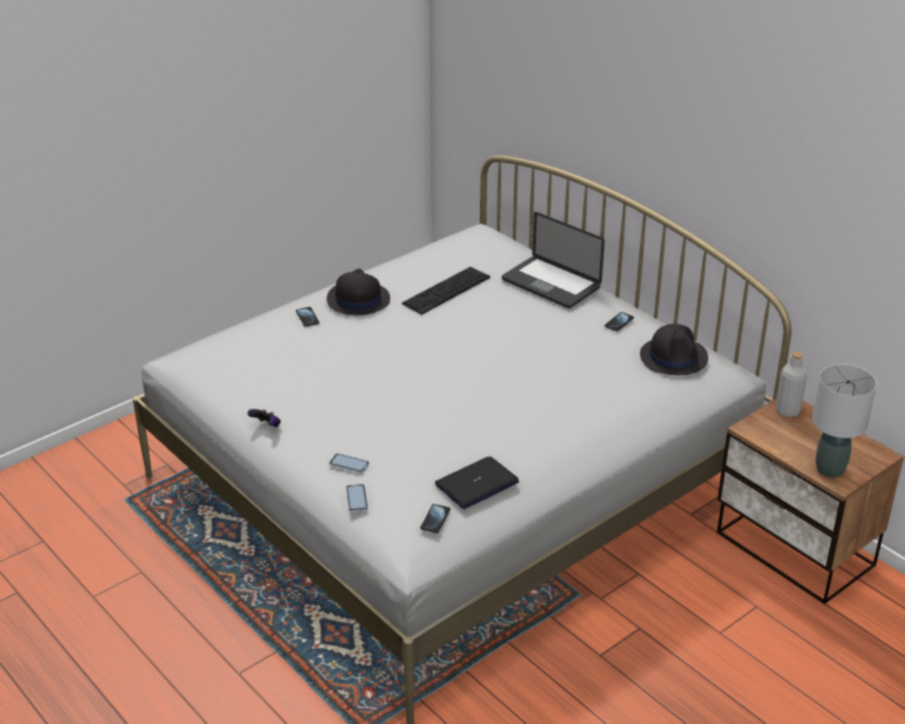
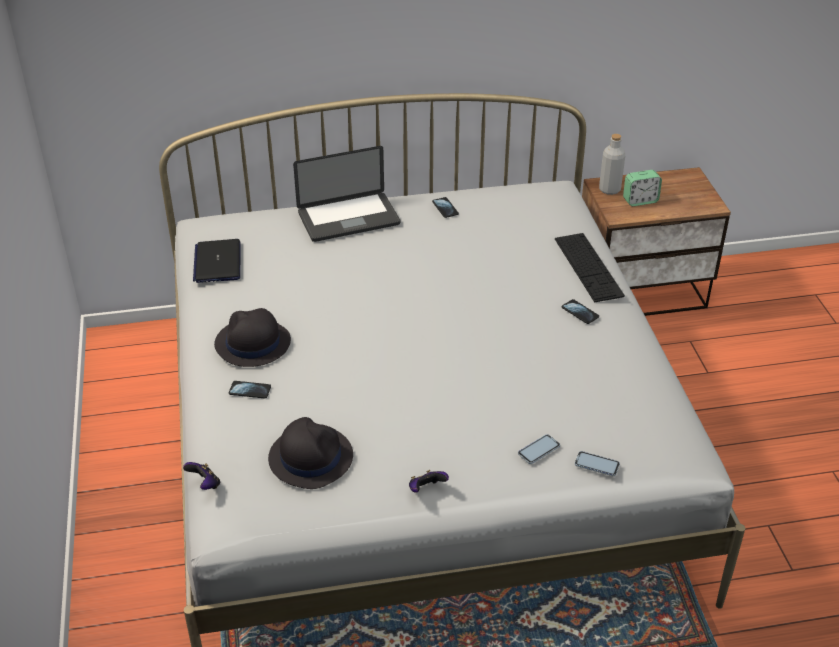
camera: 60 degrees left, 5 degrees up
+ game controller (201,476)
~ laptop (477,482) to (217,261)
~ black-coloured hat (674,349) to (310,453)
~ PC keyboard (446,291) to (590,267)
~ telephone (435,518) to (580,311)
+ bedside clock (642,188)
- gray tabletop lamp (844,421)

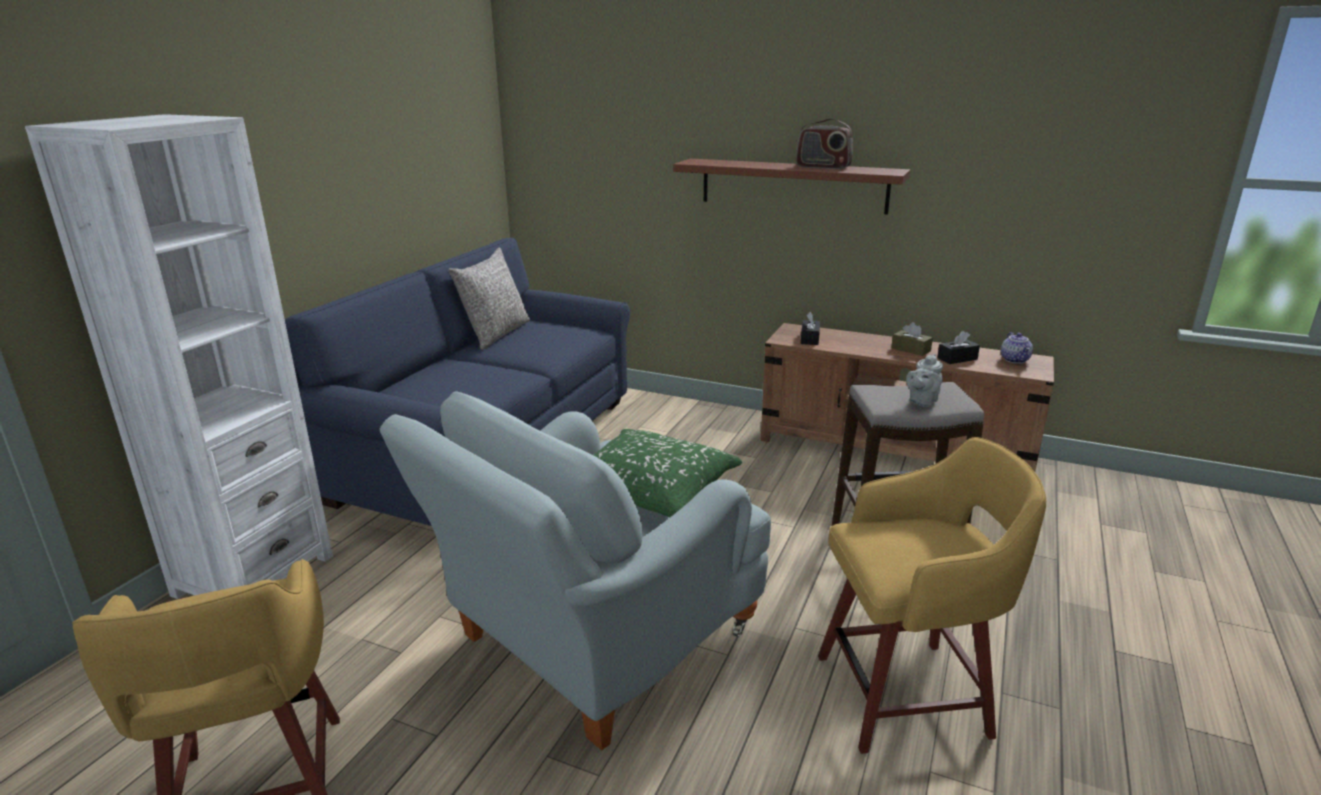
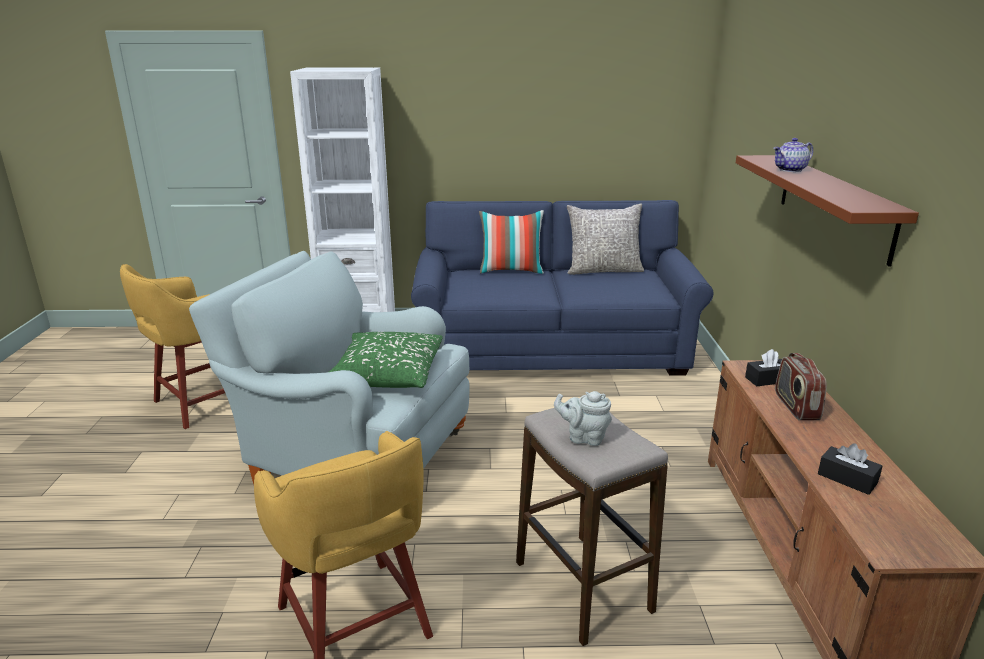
camera: 65 degrees right, 0 degrees up
+ cushion (511,242)
~ pot for tea (1017,348) to (793,155)
~ radio set (824,143) to (801,386)
- brown box of tissues (912,339)

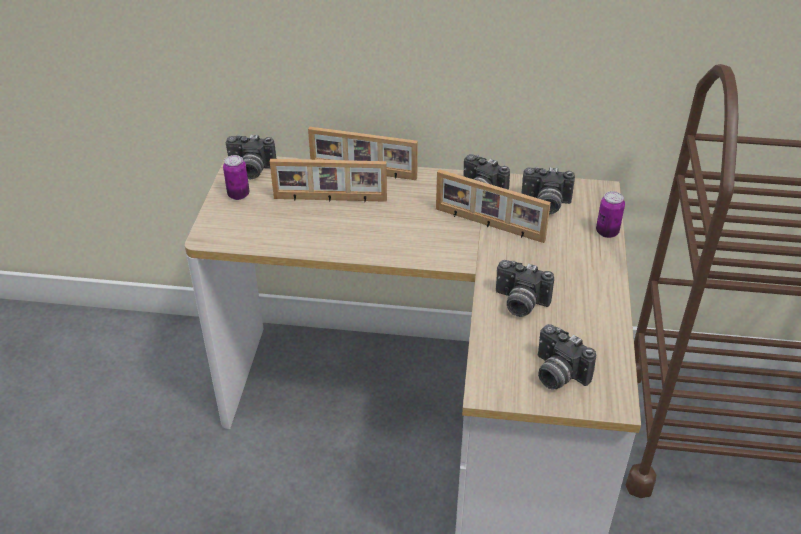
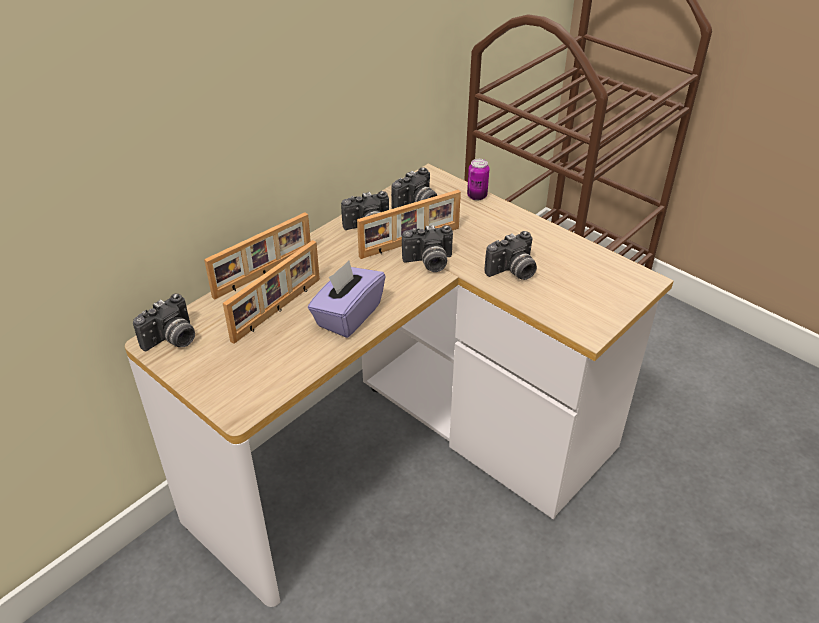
camera: 55 degrees left, 0 degrees up
+ purple box of tissues (346,299)
~ still camera (567,356) to (427,248)
- can (236,177)

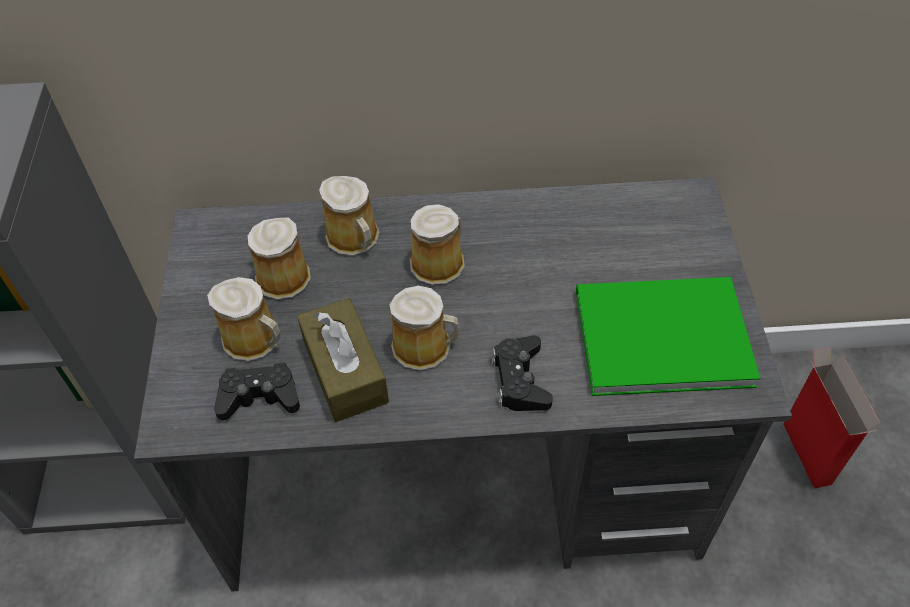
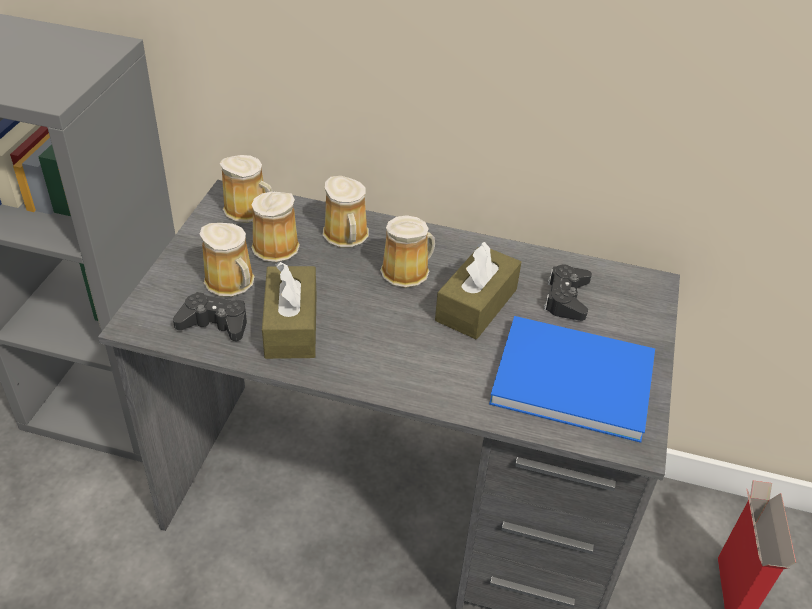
camera: 15 degrees right, 10 degrees down
~ coffee mug (425,328) to (246,189)
+ brown box of tissues (478,290)
~ green-coloured bound book (668,336) to blue-coloured bound book (572,379)
~ black-coloured game controller (522,373) to (568,293)

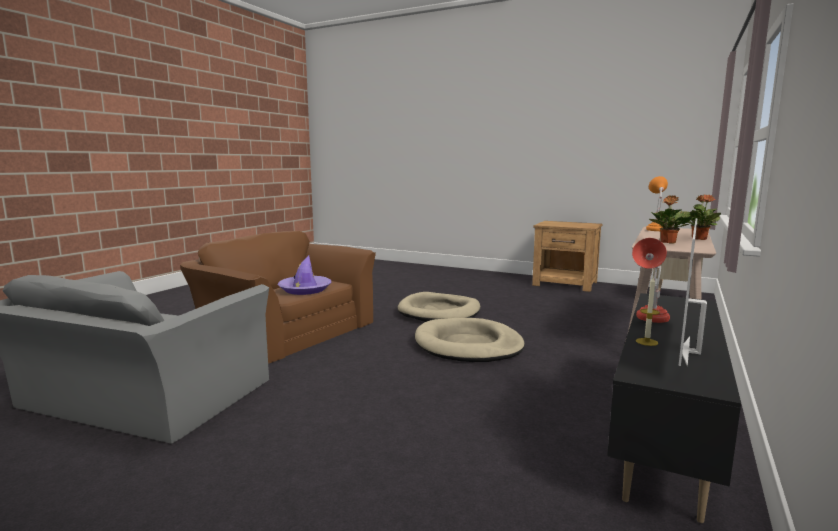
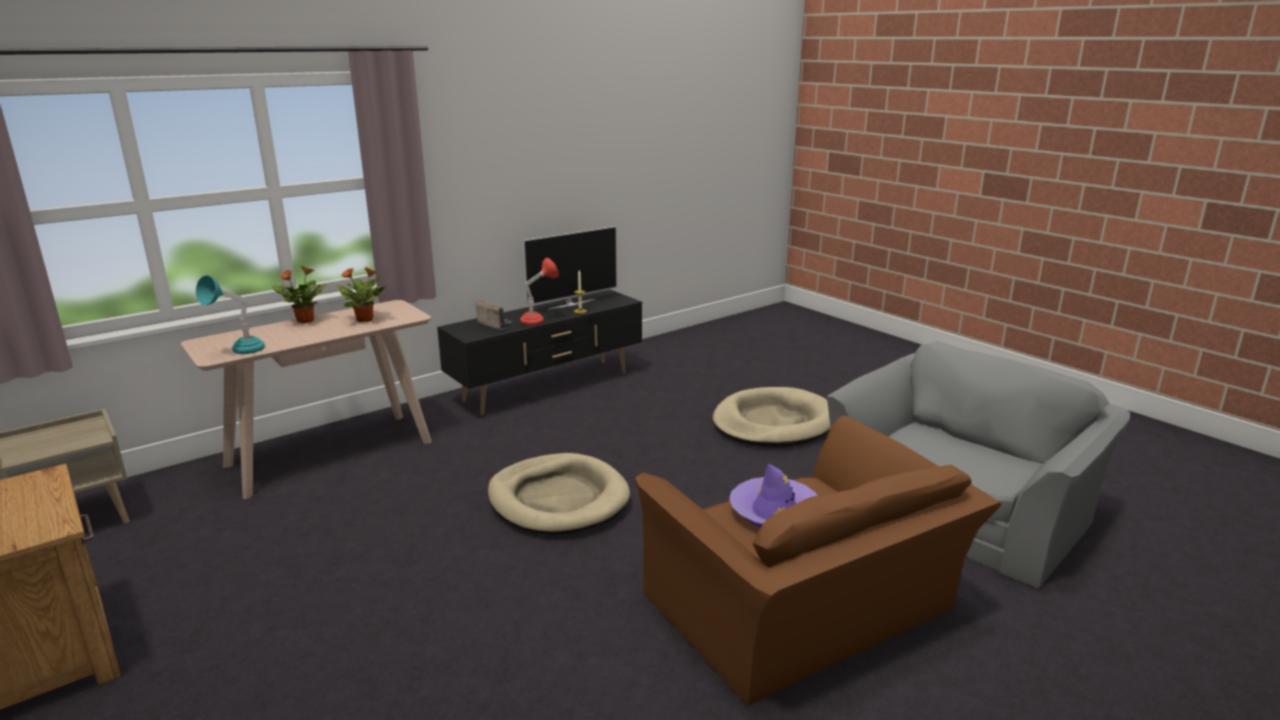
camera: 155 degrees left, 10 degrees up
~ orange-coloured tabletop lamp (657,203) to turquoise-coloured tabletop lamp (230,315)
+ radio set (493,315)
~ beige-coloured dog bed (439,307) to (771,417)

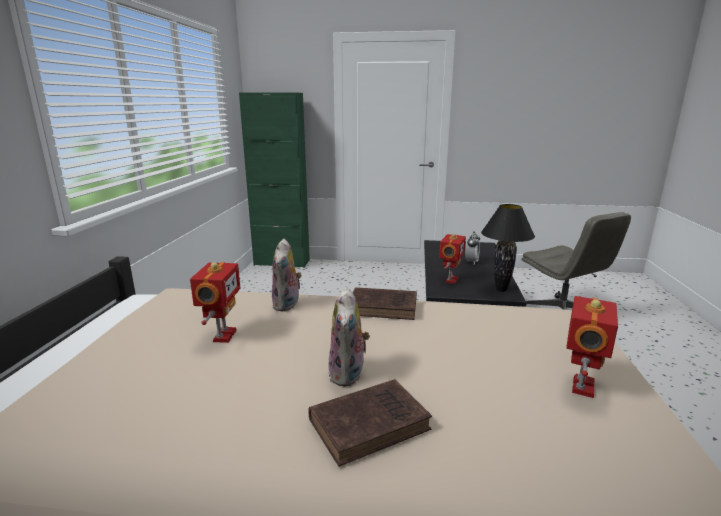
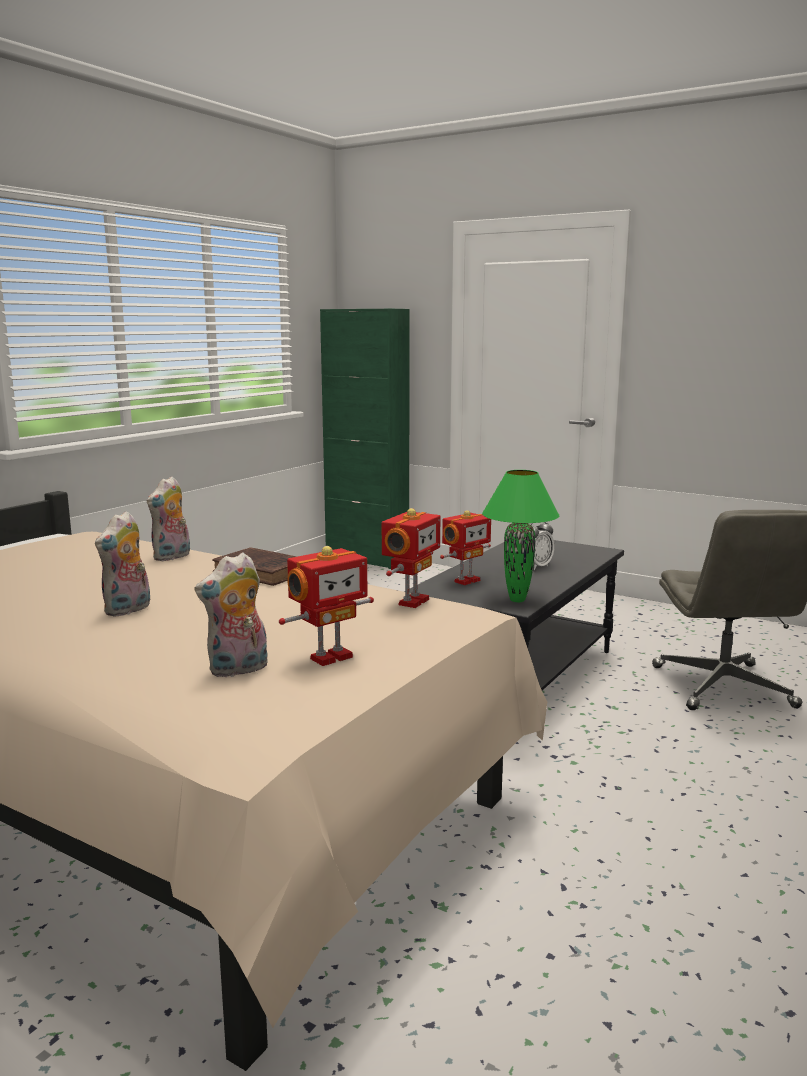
camera: 25 degrees right, 5 degrees down
+ soft toy (231,615)
~ model robot (215,302) to (411,558)
~ black-coloured tabletop lamp (508,248) to green-coloured tabletop lamp (520,536)
- brown bound book (370,422)

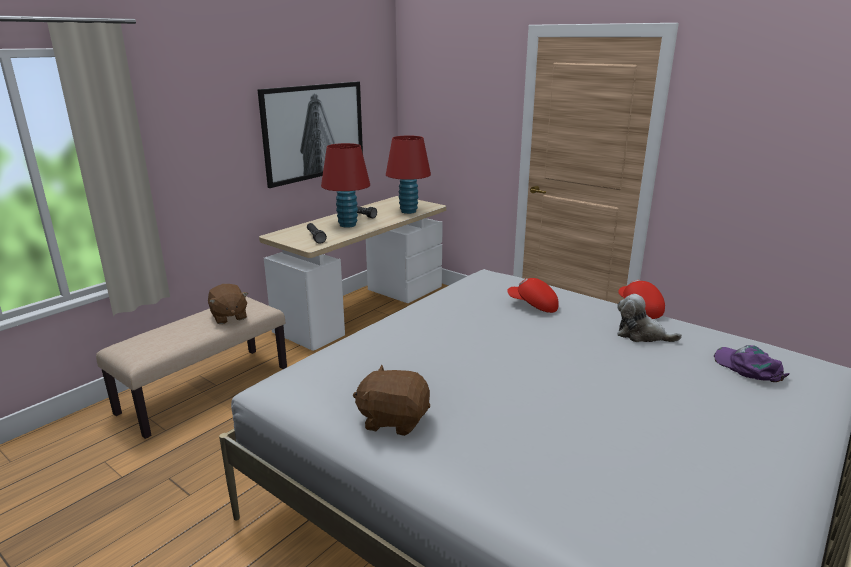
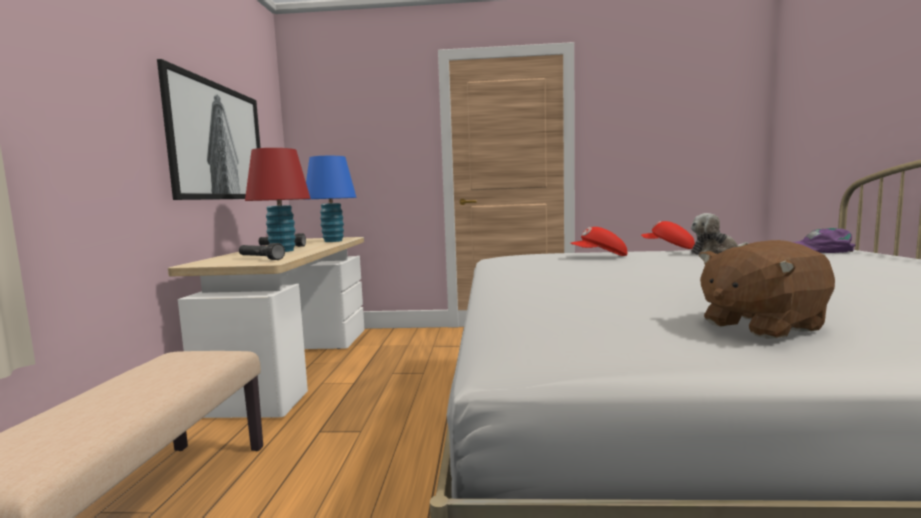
camera: 35 degrees left, 15 degrees down
~ red-coloured tabletop lamp (408,174) to blue-coloured tabletop lamp (330,199)
- brown soft toy (228,304)

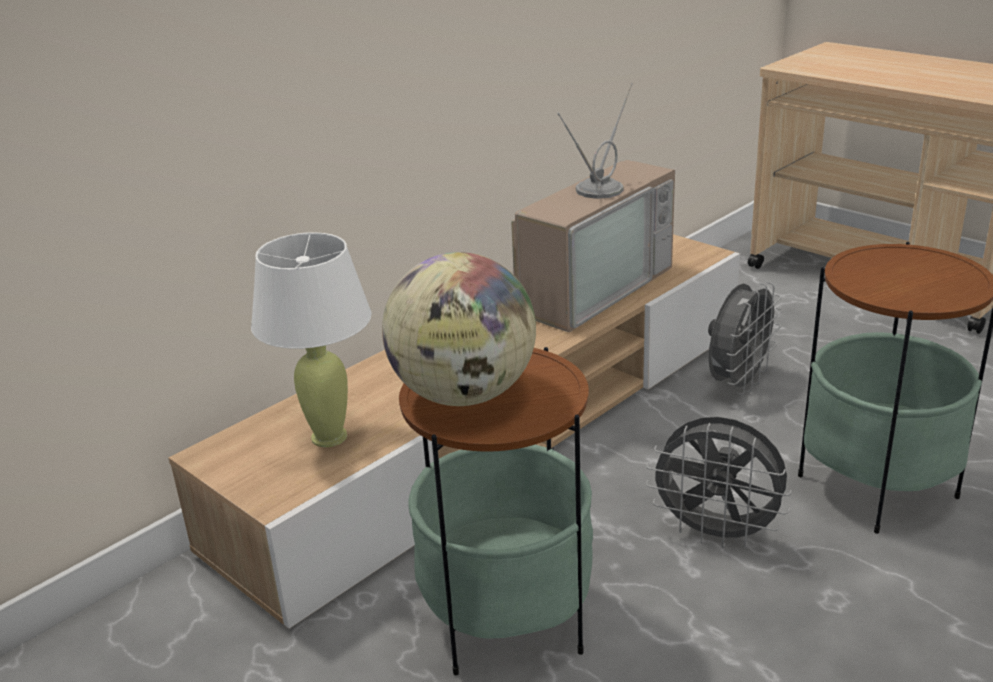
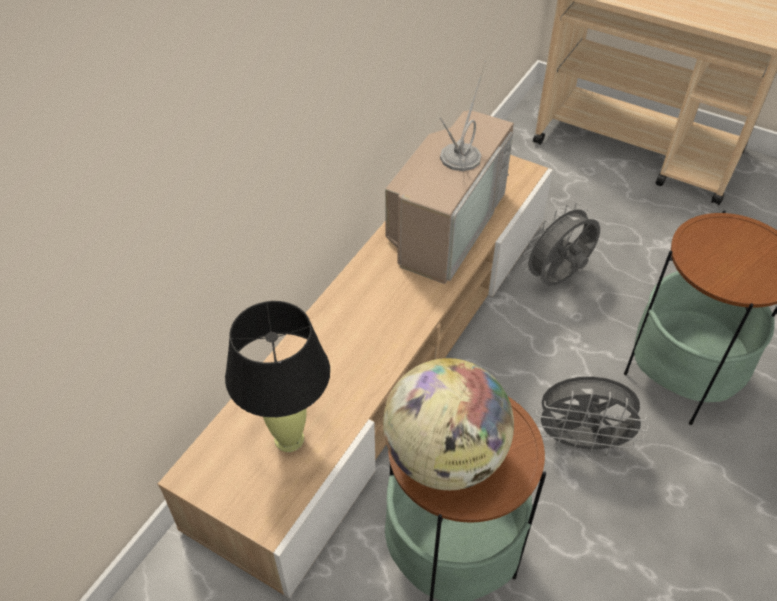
camera: 15 degrees left, 20 degrees up
~ whitish tabletop lamp (311,339) to black-coloured tabletop lamp (277,376)
~ gray electric fan (745,338) = (560,244) 150 degrees counterclockwise

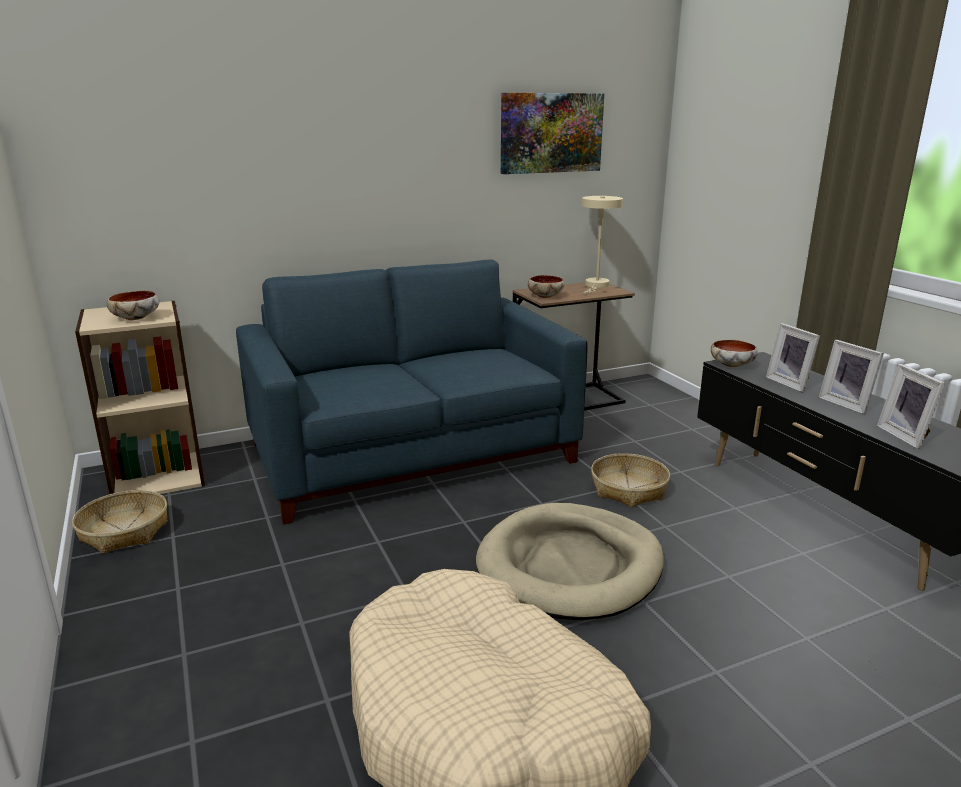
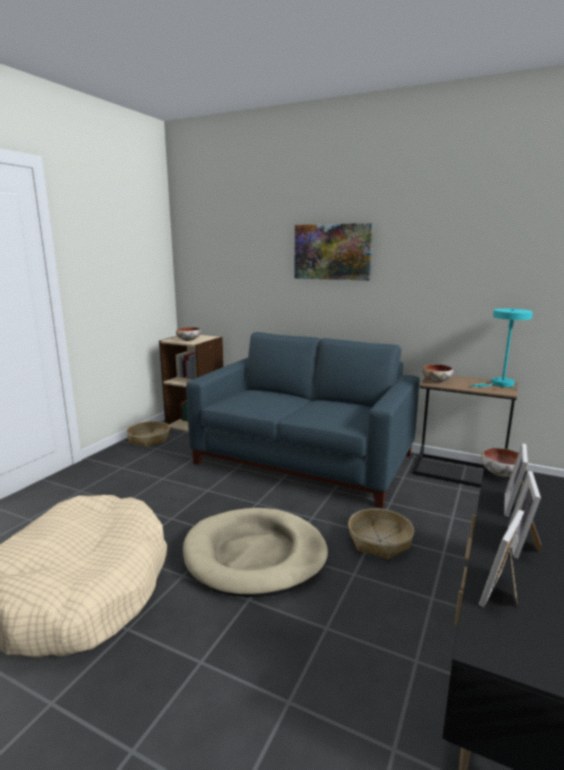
camera: 50 degrees right, 5 degrees down
~ wall art (552,133) to (333,252)
~ beige-coloured tabletop lamp (602,245) to turquoise-coloured tabletop lamp (502,347)

